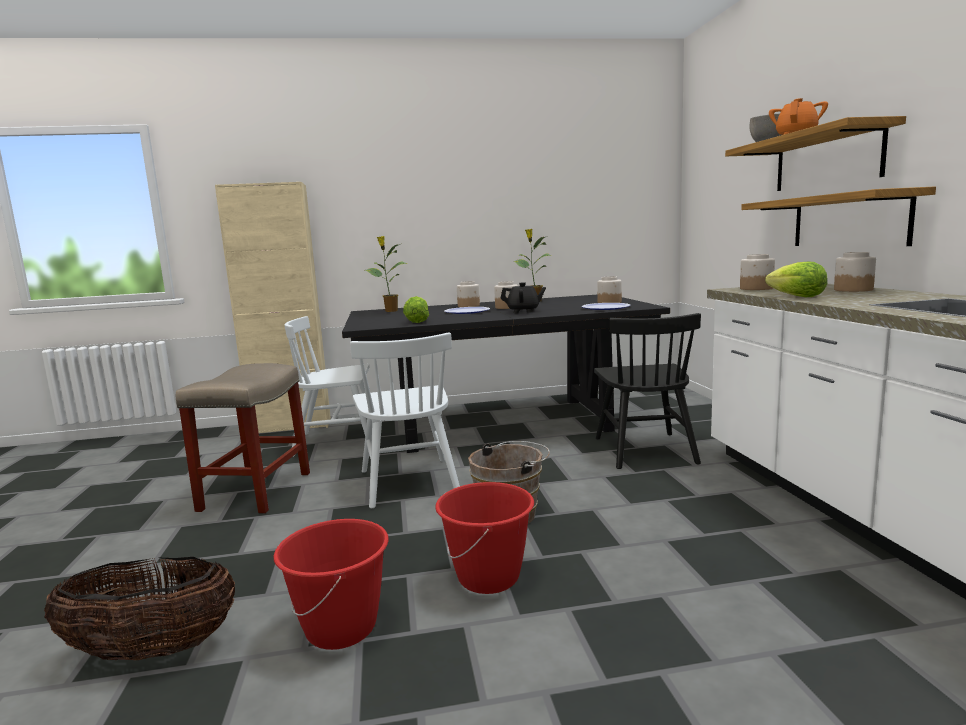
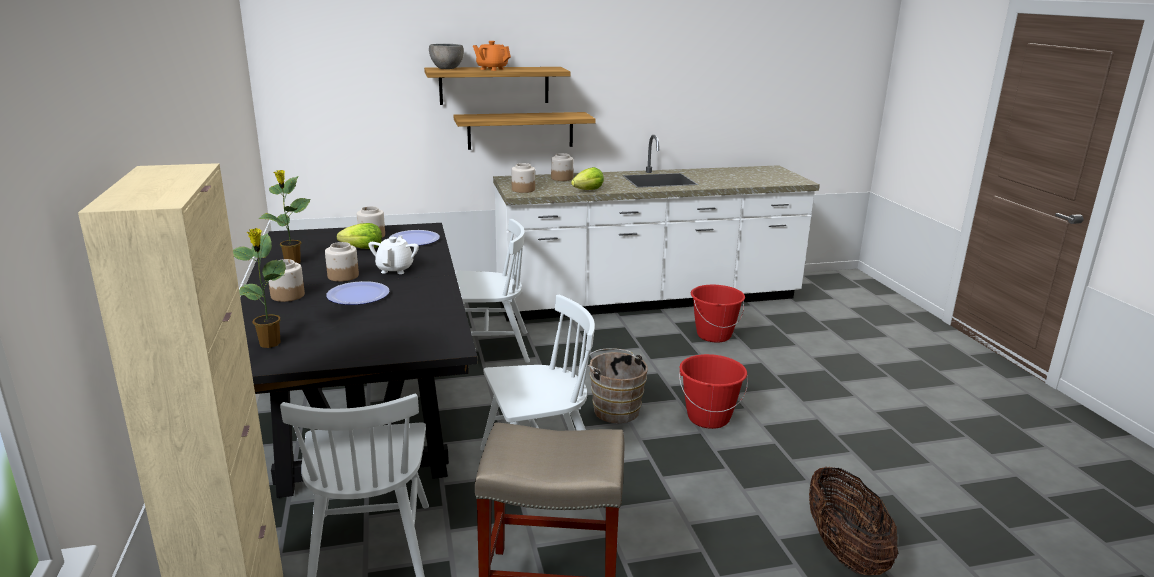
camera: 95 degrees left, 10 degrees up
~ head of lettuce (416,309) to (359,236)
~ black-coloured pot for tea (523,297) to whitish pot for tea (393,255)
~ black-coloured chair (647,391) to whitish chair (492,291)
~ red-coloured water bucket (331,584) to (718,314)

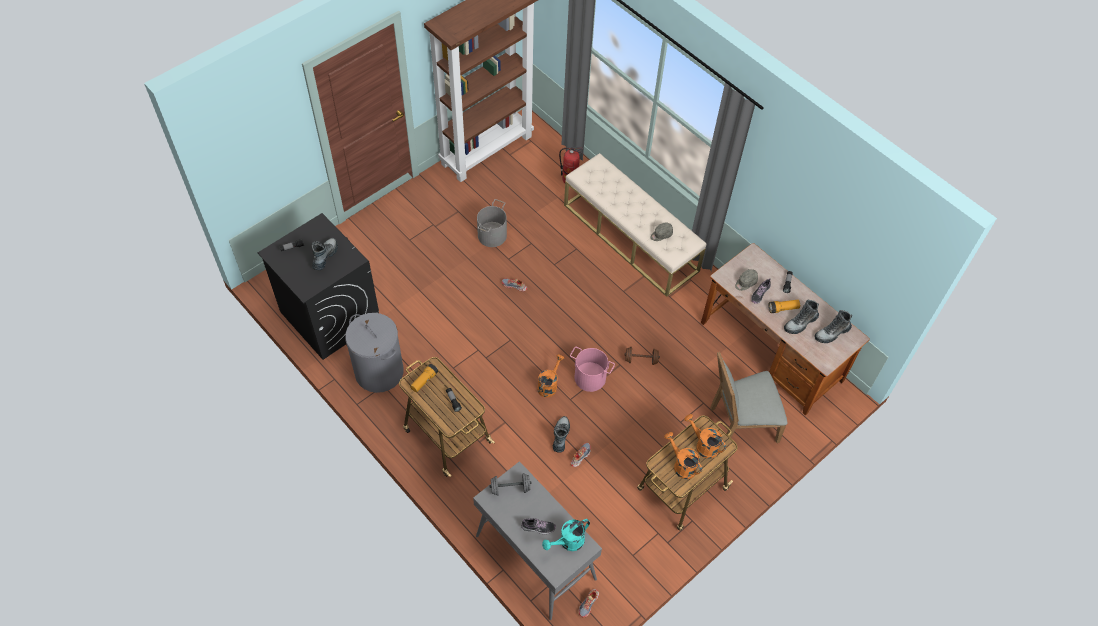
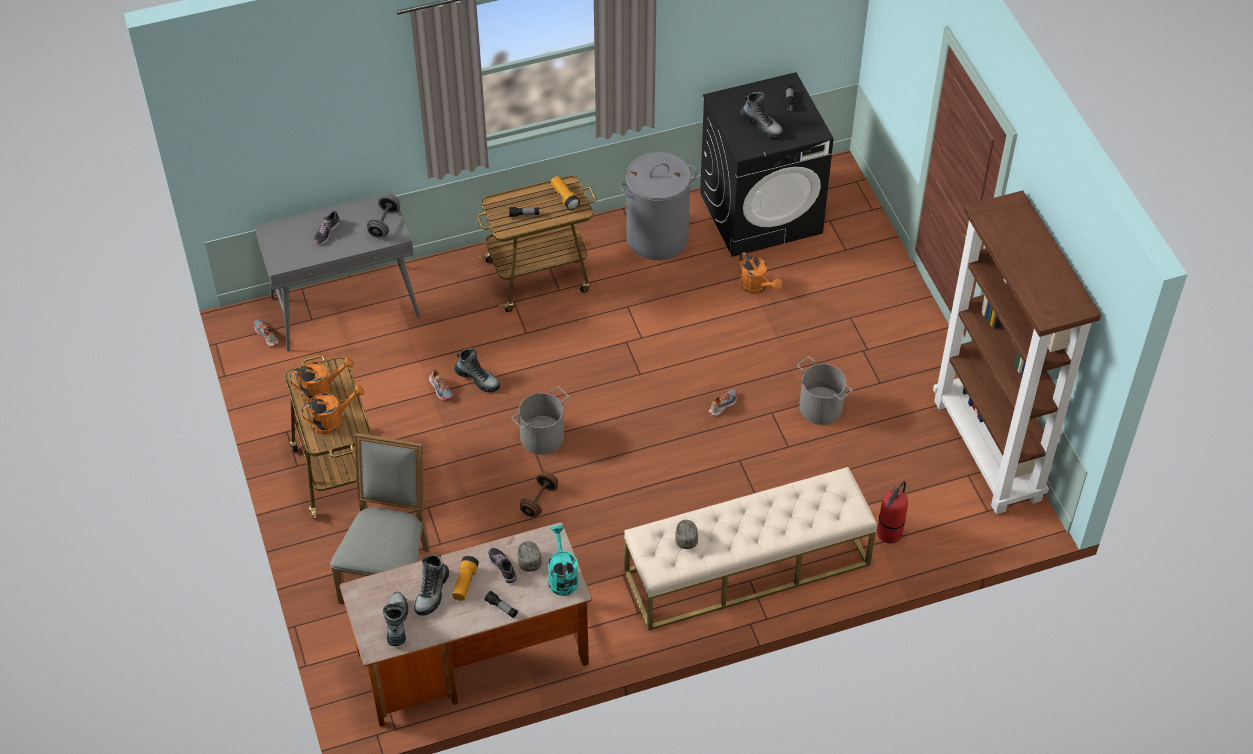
camera: 115 degrees right, 5 degrees down
~ tall boot (801,317) = (431,585) 150 degrees counterclockwise
~ pink-coloured water bucket (592,369) to gray water bucket (540,420)
~ turquoise-coloured sprinkling can (566,535) to (563,560)
~ orange-coloured sprinkling can (551,376) to (760,273)

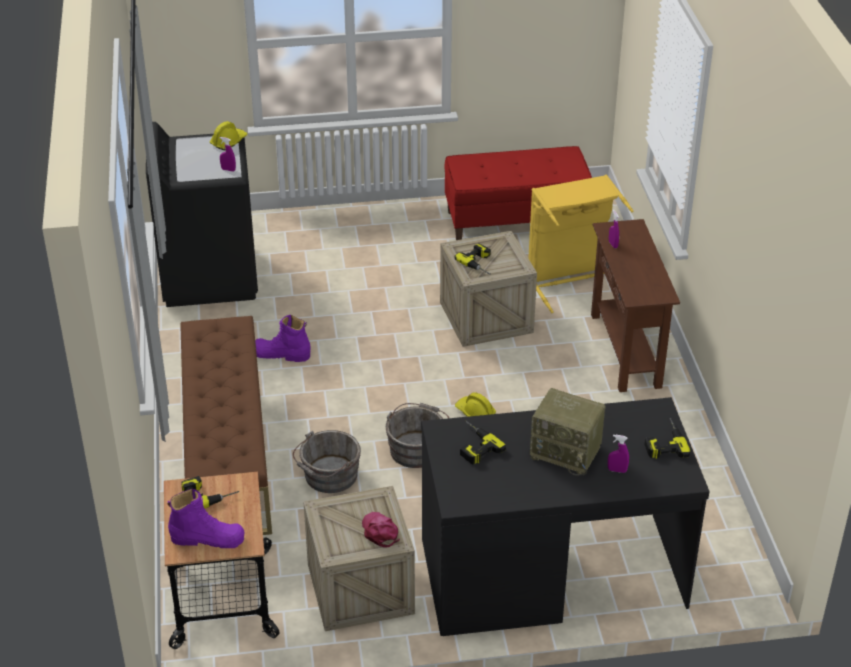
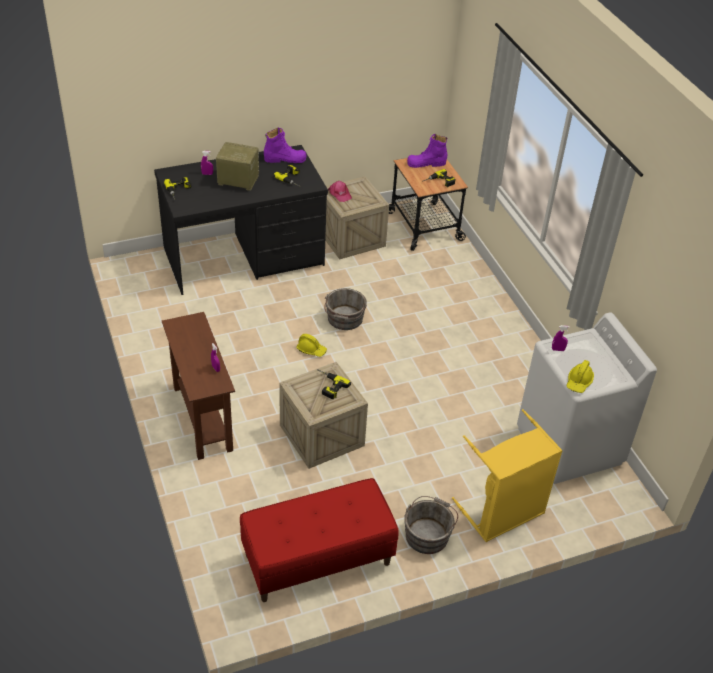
camera: 165 degrees right, 5 degrees up
~ purple tall boot (283,338) to (285,145)
~ gray water bucket (327,461) to (431,525)
~ yellow-coloured laundry basket (581,244) to (507,475)
~ black-coloured washing machine (202,214) to whitish washing machine (587,398)
- brown long seat (226,425)

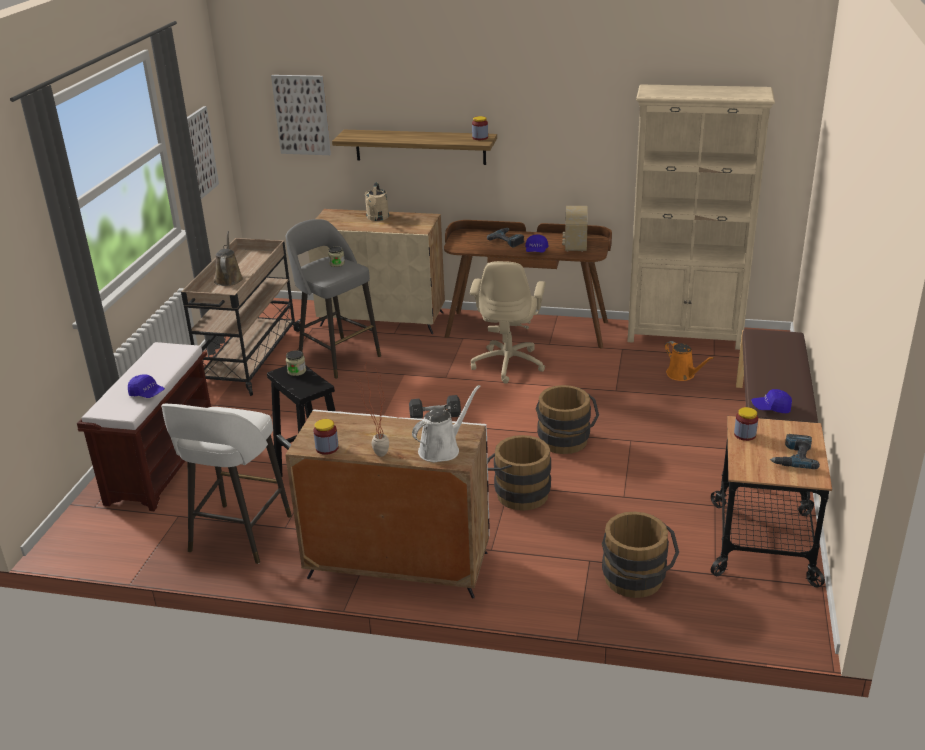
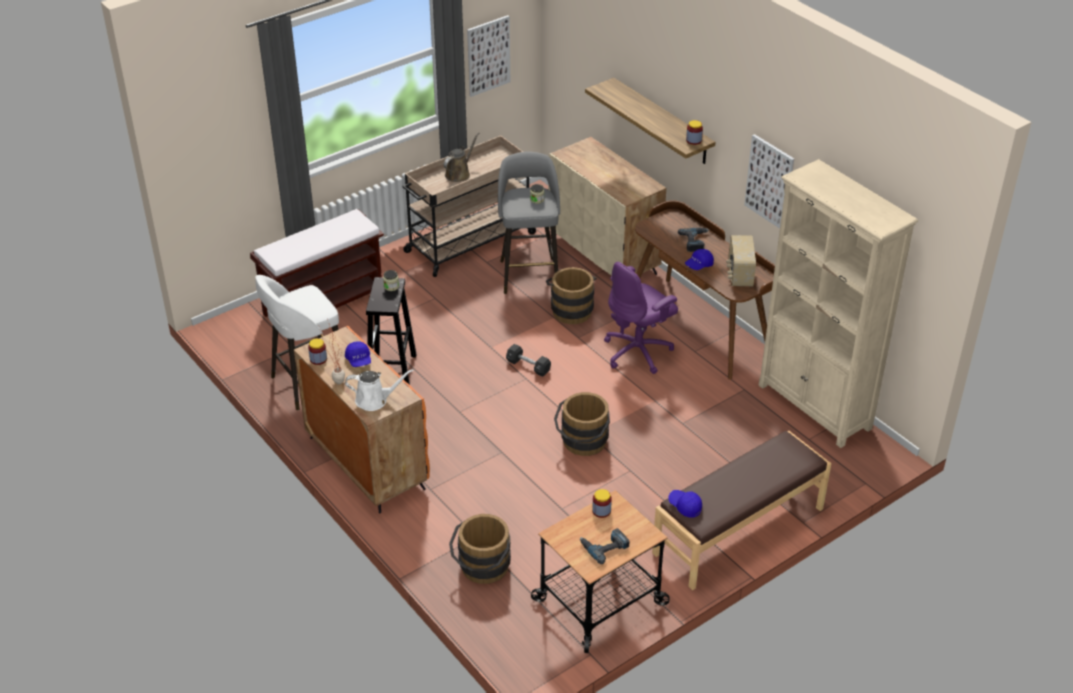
camera: 40 degrees right, 10 degrees up
~ whitish cabinet (387,503) to orange-coloured cabinet (362,419)
~ blue-coloured baseball cap (146,386) to (358,354)
~ brown water bucket (519,473) to (571,295)
~ beige-coloured computer chair (508,322) to purple computer chair (641,318)
~ radio set (575,229) = (741,260) 45 degrees counterclockwise
~ wall art (301,115) to (769,181)
- beige-coloured sprinkling can (377,202)
- orange-coloured sprinkling can (689,361)

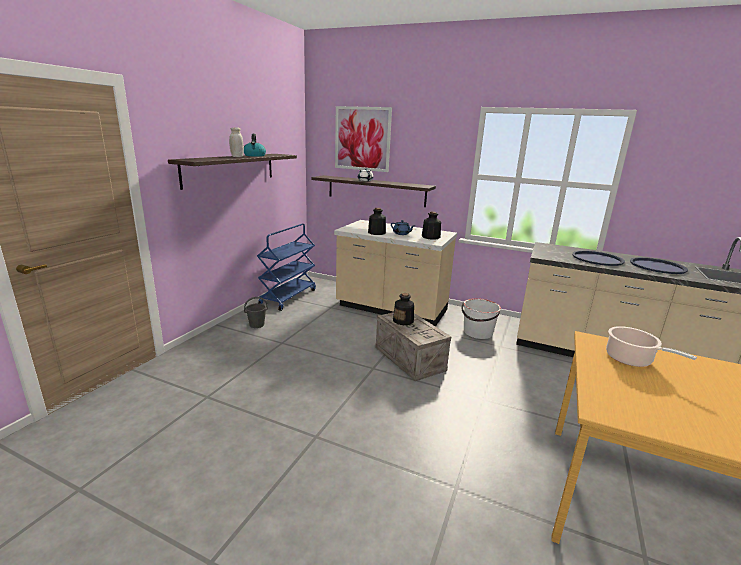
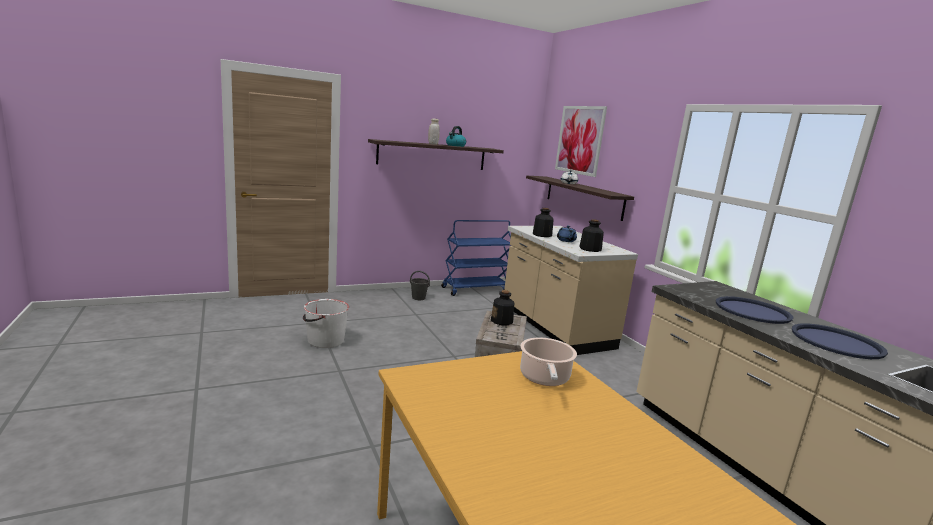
camera: 40 degrees right, 5 degrees down
~ whitish water bucket (481,318) to (326,323)

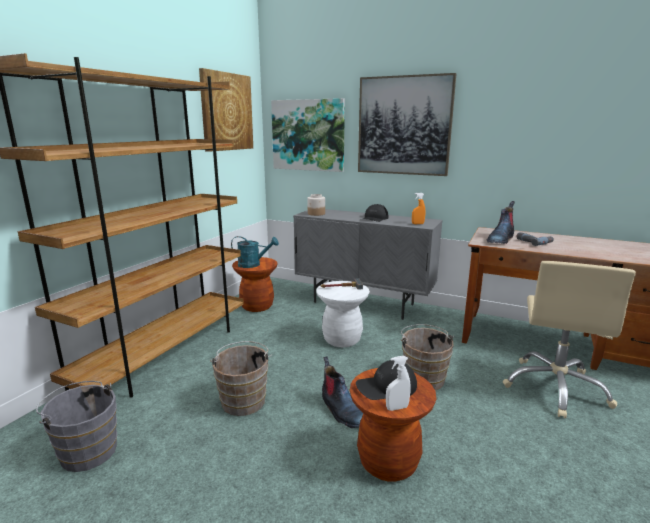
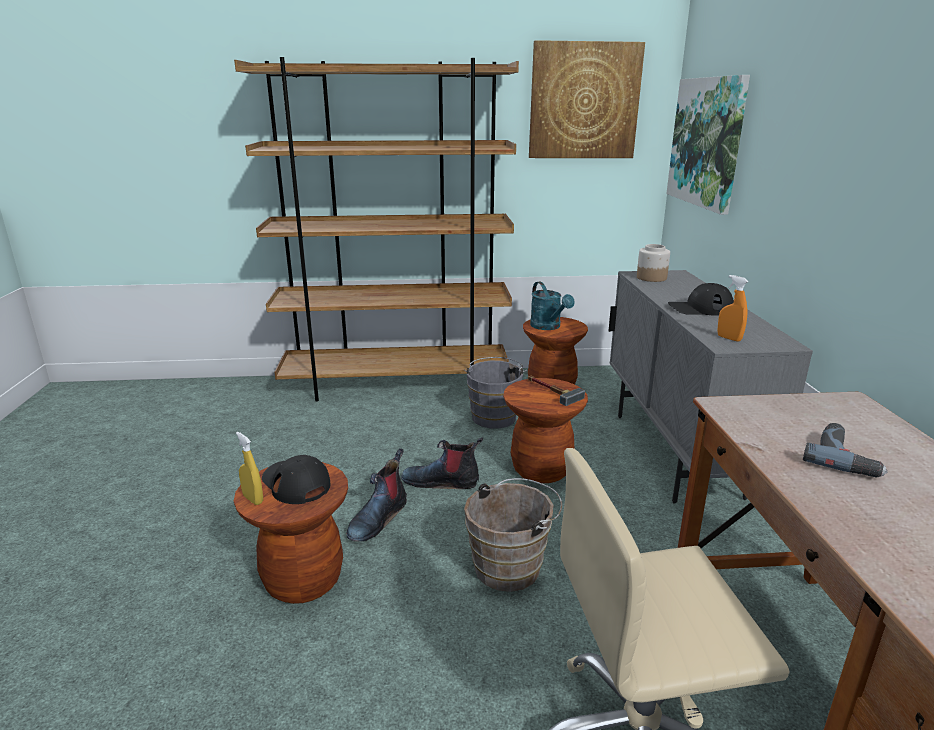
camera: 60 degrees right, 5 degrees up
~ whitish sprayer (398,383) to yellow-coloured sprayer (249,468)
~ tall boot (500,222) to (442,463)
~ gray water bucket (76,426) to (495,392)
~ whitish sitting stool (343,314) to brown sitting stool (545,430)
- brown water bucket (241,378)
- wall art (407,124)

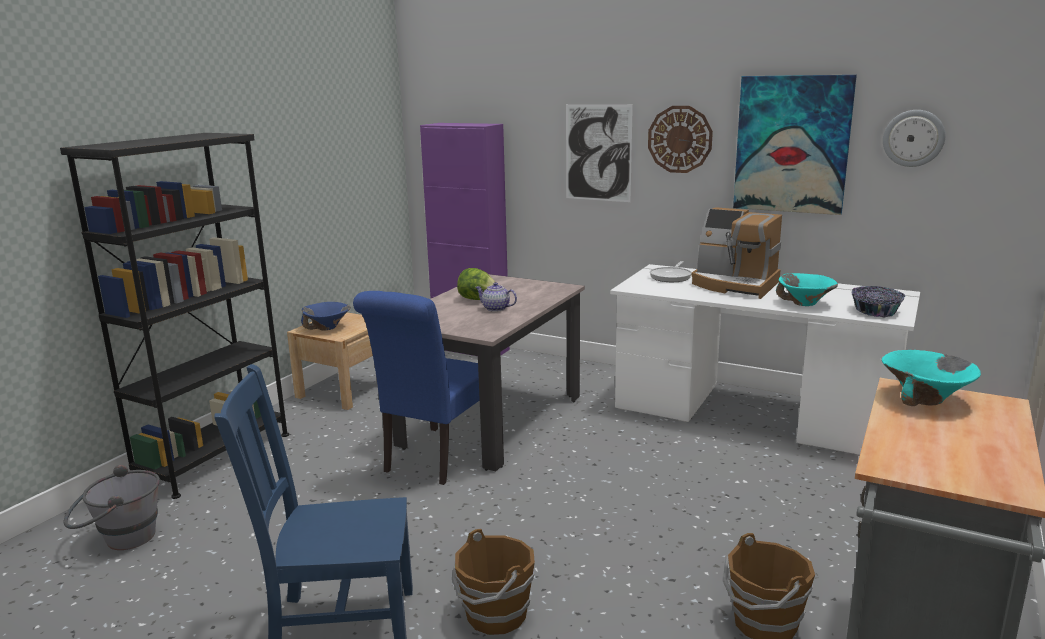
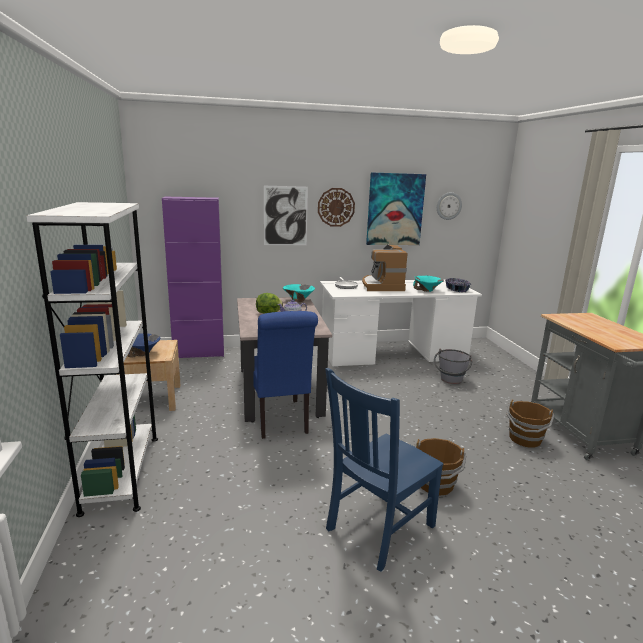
camera: 40 degrees left, 0 degrees up
~ black-coloured bookshelf (174,316) to whitish bookshelf (92,359)
~ turquoise-coloured deep dish (931,378) to (299,293)
~ coffee brewer (736,253) = (385,267) 90 degrees clockwise
~ gray water bucket (112,507) to (453,366)

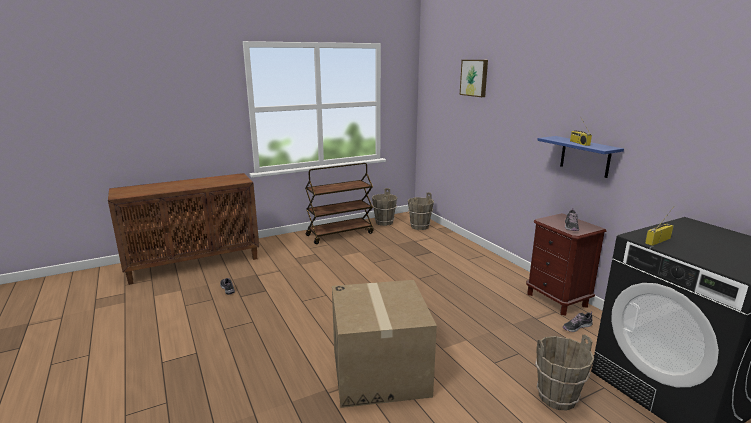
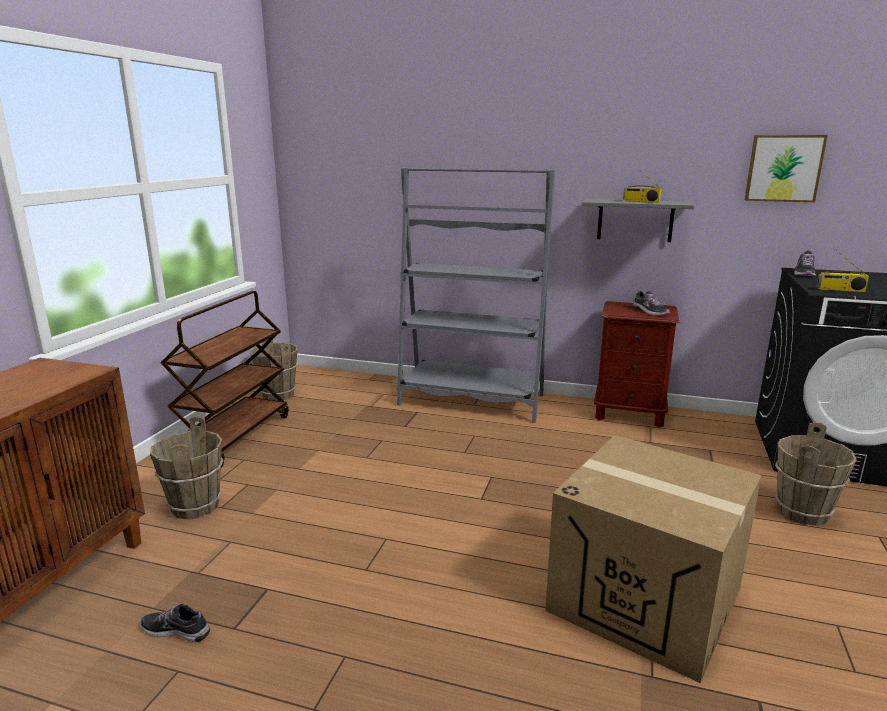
camera: 45 degrees left, 0 degrees up
~ brown water bucket (421,211) to (187,467)
+ gray bookshelf (476,295)
~ blue-coloured shelf (580,157) to gray shelf (638,220)
~ wall art (474,78) to (786,168)
~ item of footwear (578,321) to (805,262)
~ radio set (659,227) = (842,270) 90 degrees counterclockwise

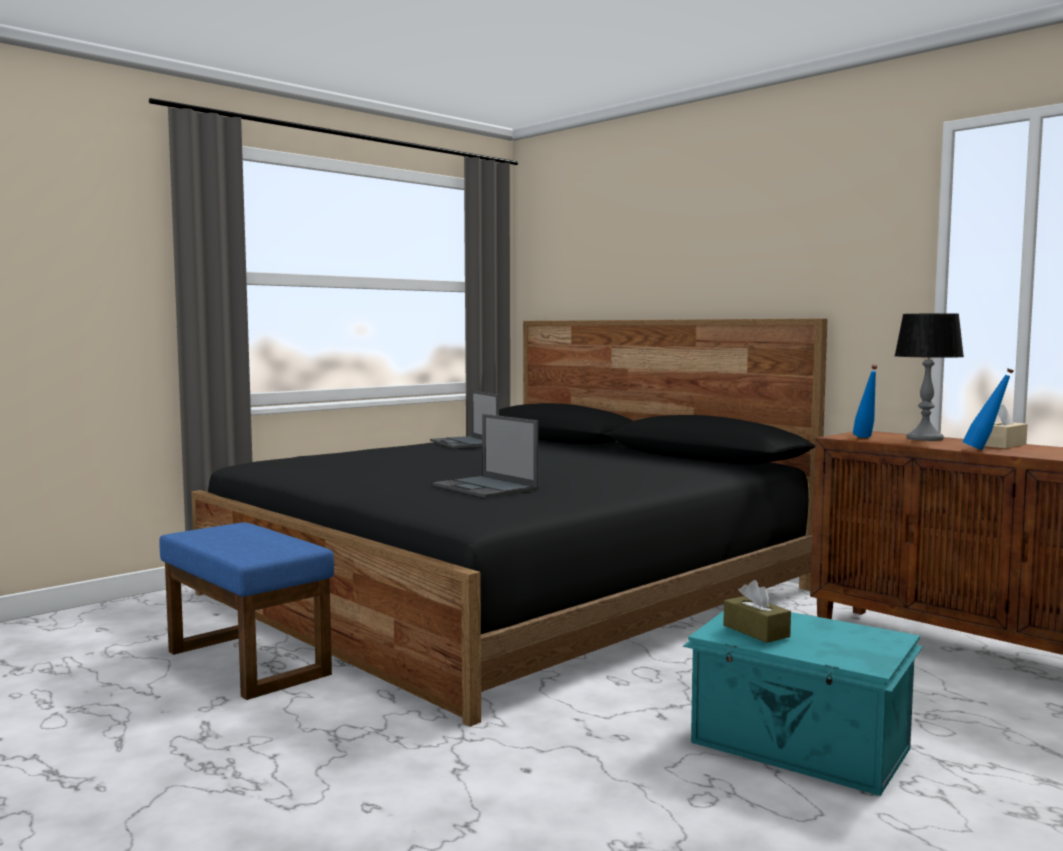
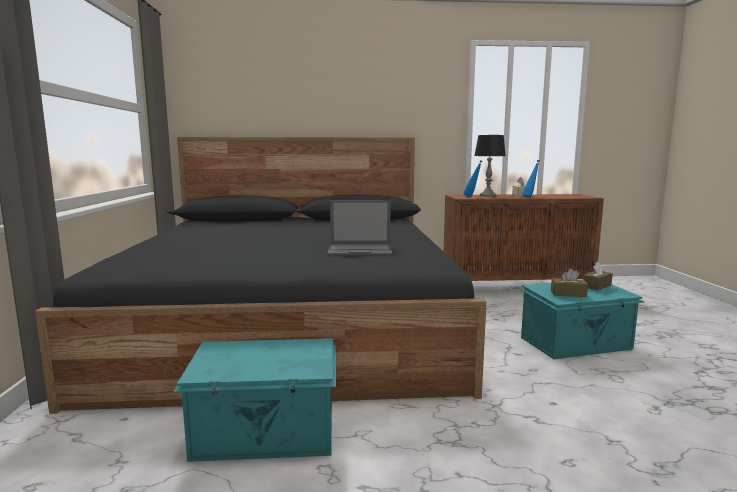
camera: 50 degrees left, 5 degrees up
~ blue-coloured footrest (246,611) to turquoise-coloured storage bin (254,400)
+ brown box of tissues (598,276)
- laptop (464,419)

